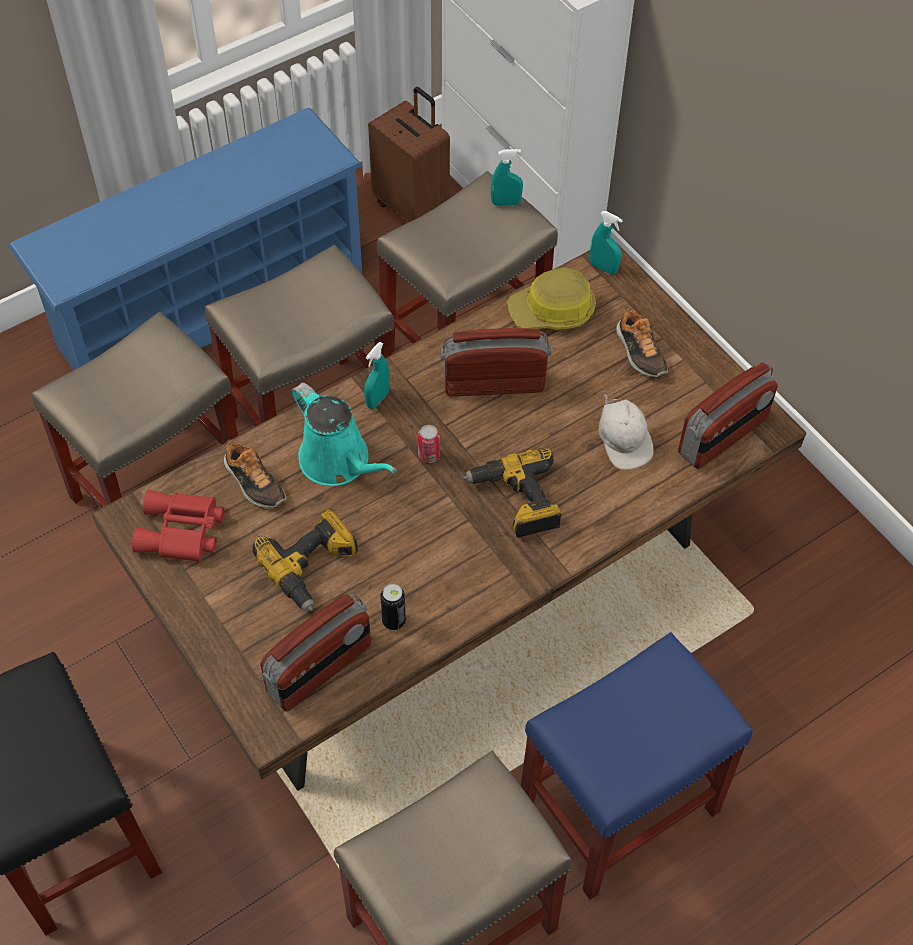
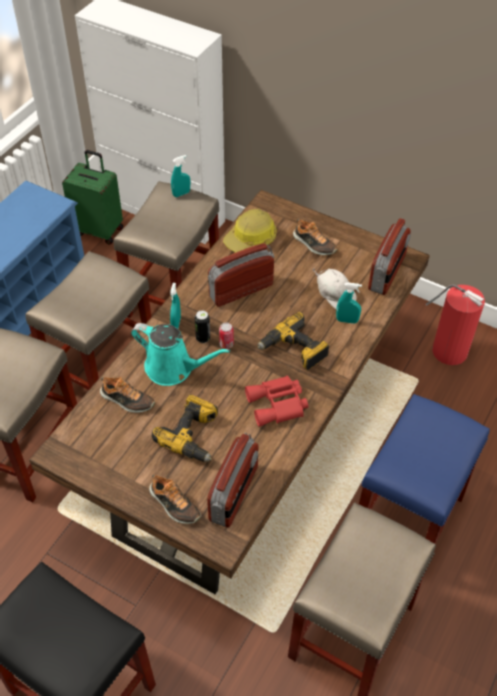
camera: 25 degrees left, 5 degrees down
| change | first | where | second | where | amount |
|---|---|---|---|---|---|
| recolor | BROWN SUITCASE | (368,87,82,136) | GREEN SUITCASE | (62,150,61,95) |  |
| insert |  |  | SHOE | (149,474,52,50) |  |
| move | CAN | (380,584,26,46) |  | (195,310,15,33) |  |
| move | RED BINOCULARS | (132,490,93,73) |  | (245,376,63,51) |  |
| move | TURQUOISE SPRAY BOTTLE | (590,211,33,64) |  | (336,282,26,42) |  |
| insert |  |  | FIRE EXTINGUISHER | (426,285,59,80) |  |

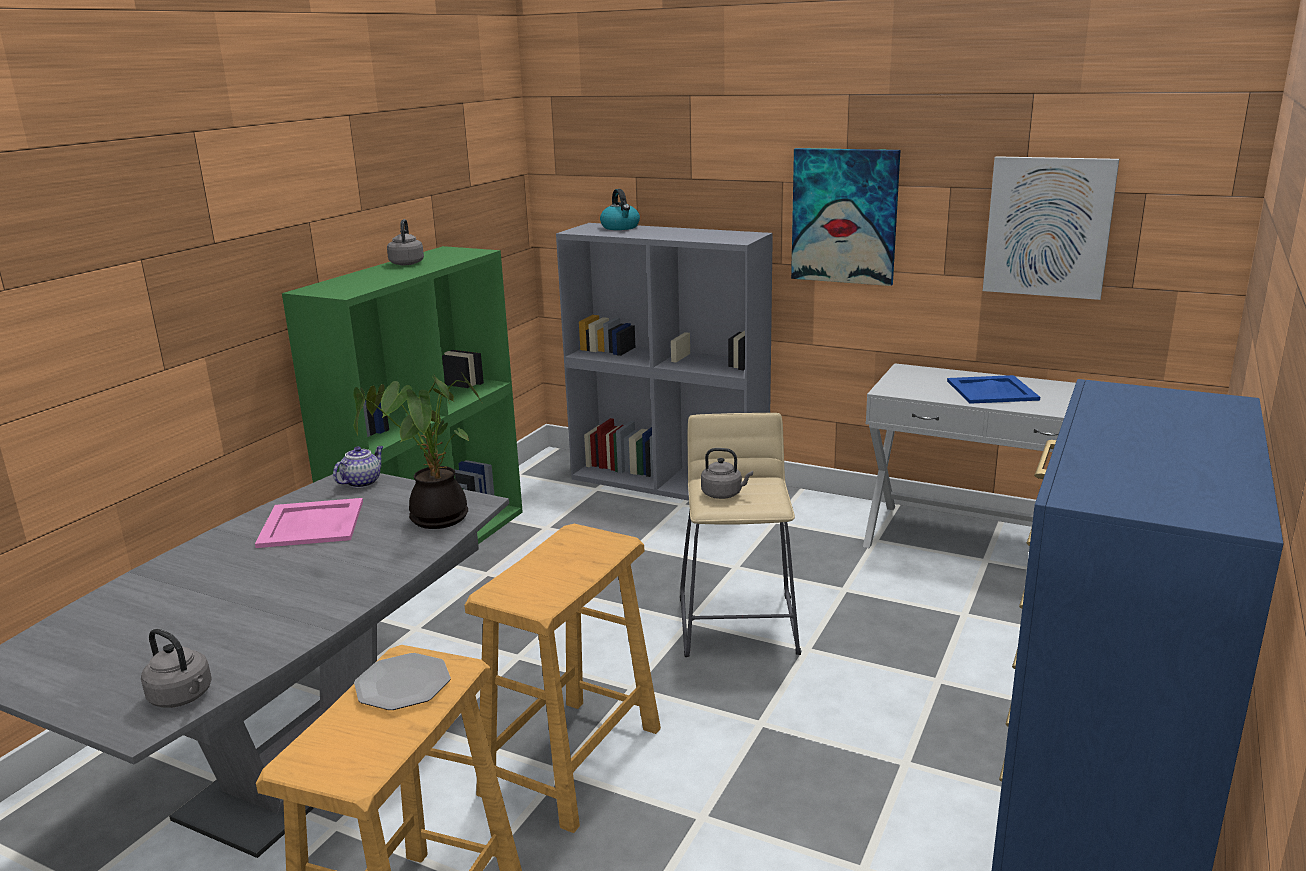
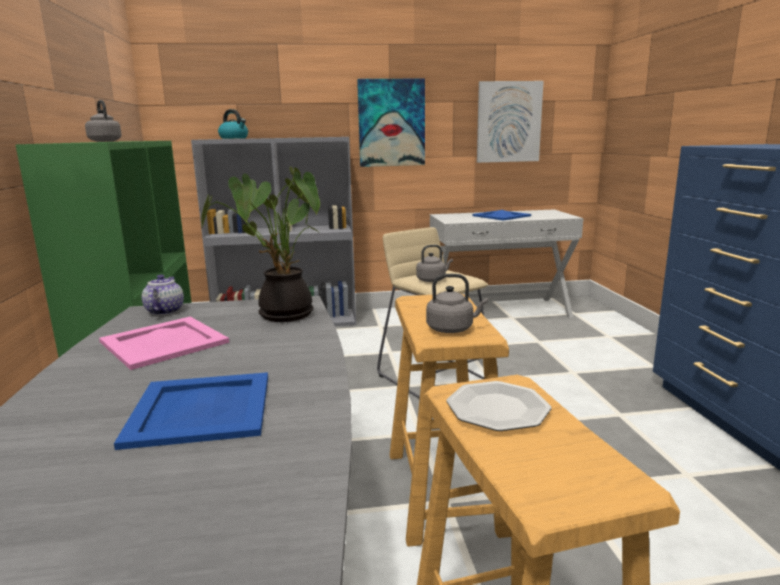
camera: 35 degrees left, 5 degrees down
| change | first | where | second | where | amount |
|---|---|---|---|---|---|
| insert |  |  | BLUE TRAY | (114,372,154,78) |  |
| move | GREY KETTLE | (141,629,71,79) |  | (426,274,62,59) |  |

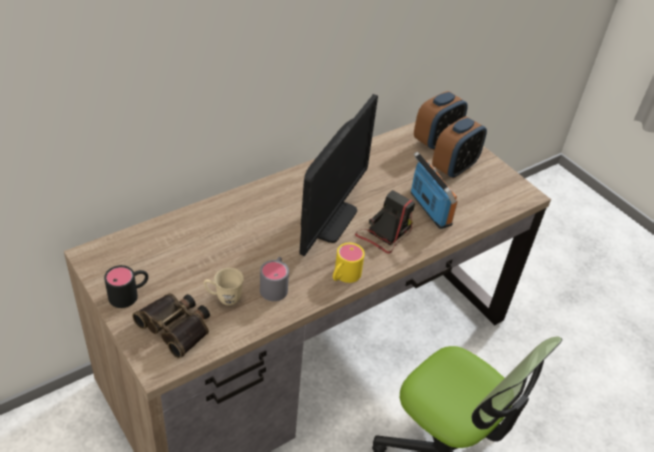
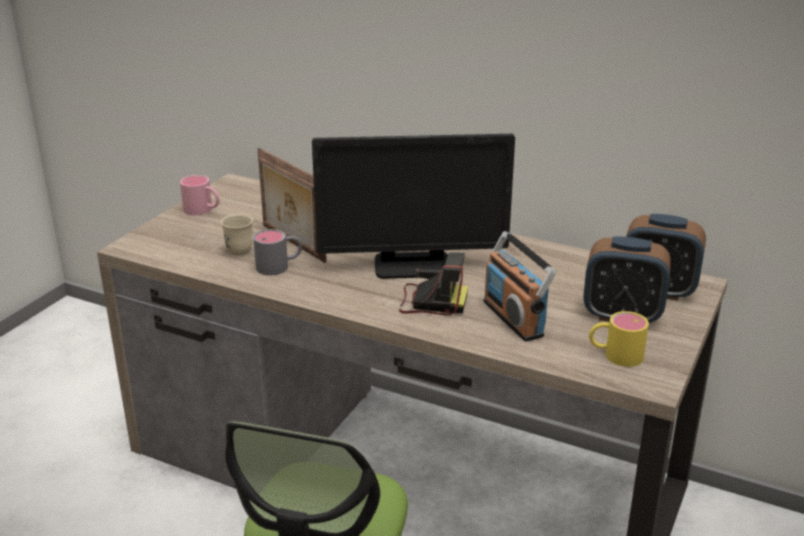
camera: 65 degrees right, 15 degrees down
| change | first | where | second | where | amount |
|---|---|---|---|---|---|
| recolor | BLACK MUG | (104,265,44,43) | PINK MUG | (180,175,39,40) |  |
| insert |  |  | PICTURE FRAME | (258,148,69,115) |  |
| rotate | RADIO | (411,151,47,78) |  | (484,231,72,111) | 120 degrees clockwise |
| move | YELLOW MUG | (333,243,32,40) |  | (589,311,60,56) |  |
| delete | BINOCULARS | (132,293,78,66) |  |  |  |

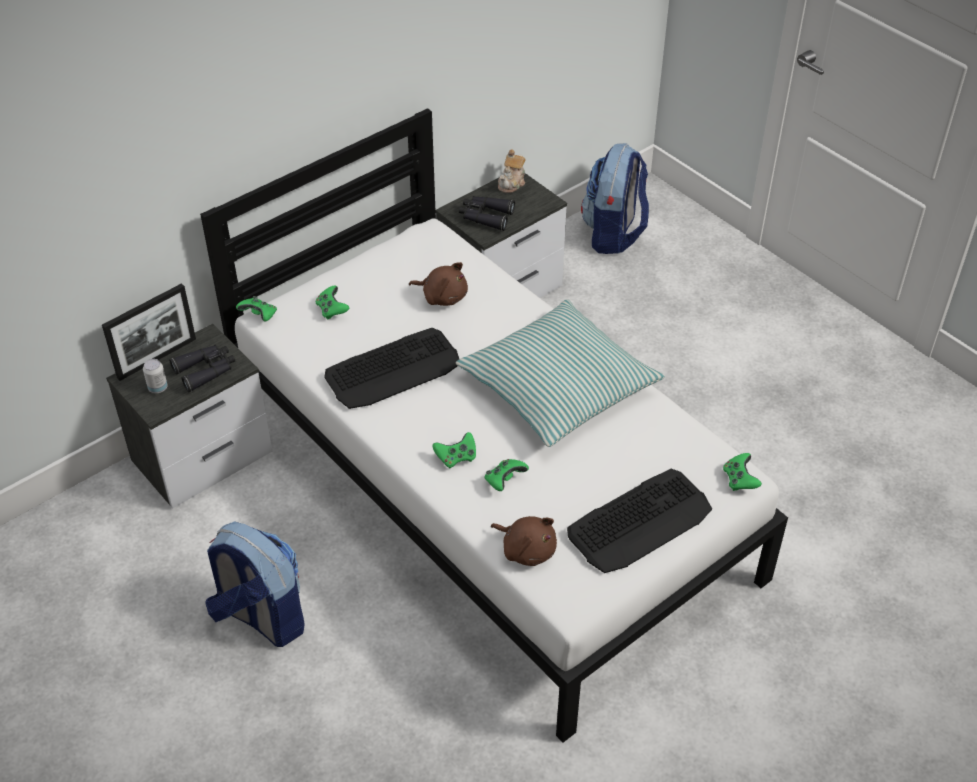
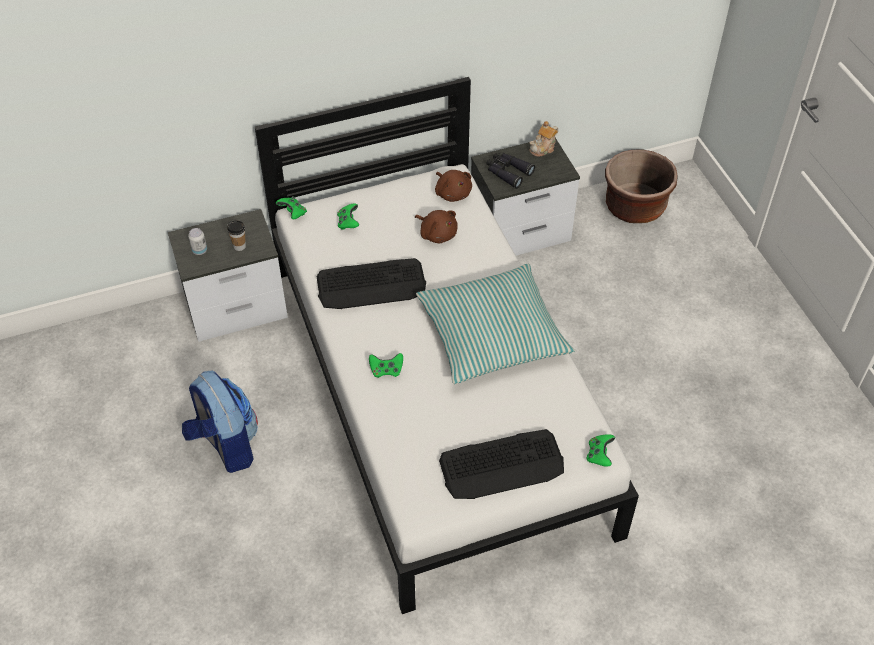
camera: 20 degrees right, 5 degrees up
| change | first | where | second | where | amount |
|---|---|---|---|---|---|
| replace | BLACK BINOCULARS | (169,344,66,49) | CUP | (227,220,19,31) |  |
| move | BROWN PLUSH TOY | (491,516,66,50) |  | (435,170,37,32) |  |
| replace | BACKPACK | (581,144,68,110) | BROWN PLANTER | (605,150,73,73) |  |
| delete | PICTURE FRAME | (102,283,94,98) |  |  |  |
| delete | GREEN GAME CONTROLLER | (484,459,45,32) |  |  |  |

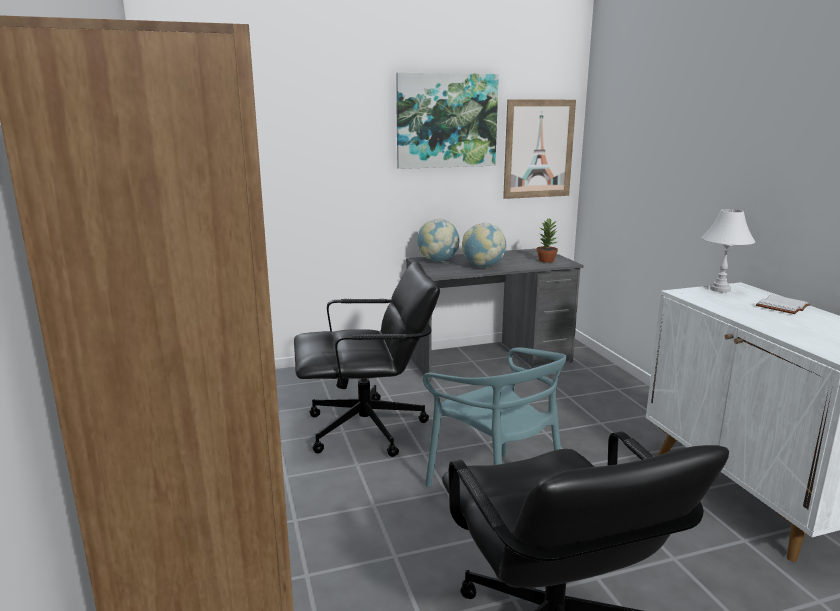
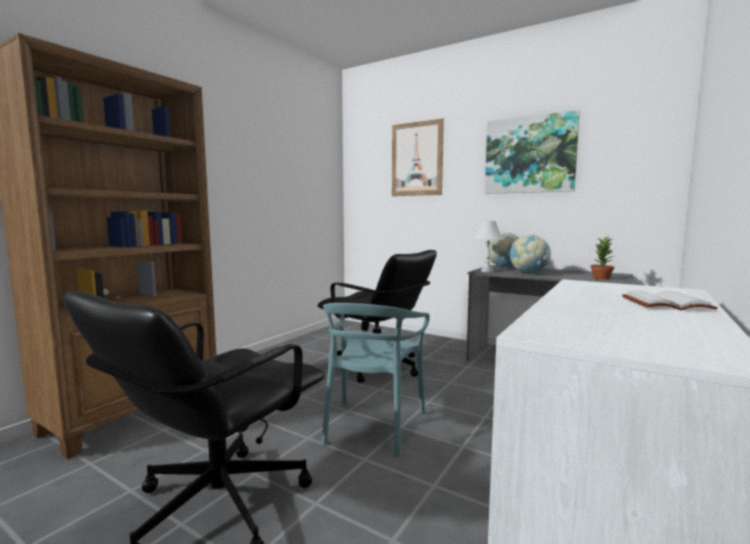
camera: 50 degrees right, 10 degrees down
| change | first | where | second | where | amount |
|---|---|---|---|---|---|
| move | PICTURE | (503,100,73,99) |  | (392,119,52,77) |  |
| move | WHITE TABLE LAMP | (701,209,54,84) |  | (473,220,31,52) |  |

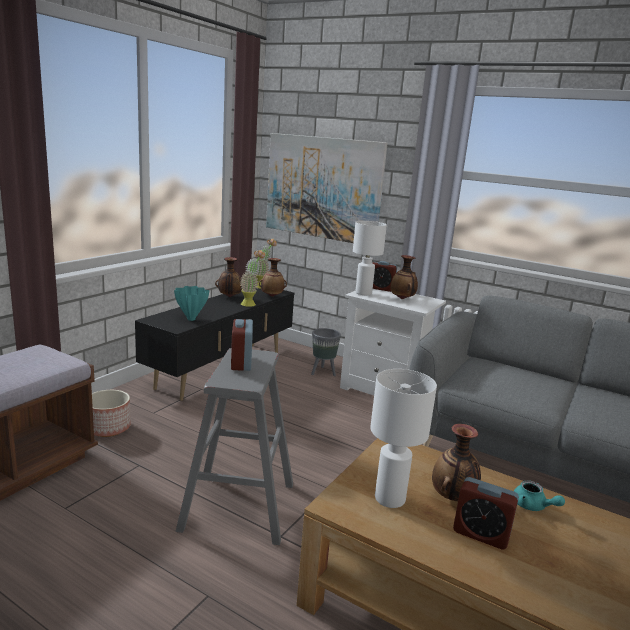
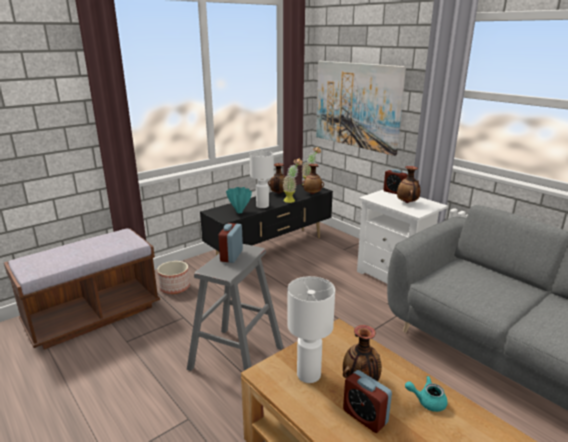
camera: 20 degrees right, 5 degrees up
| change | first | where | second | where | amount |
|---|---|---|---|---|---|
| move | WHITE TABLE LAMP | (353,221,34,74) |  | (249,151,25,57) |  |
| rotate | TURQUOISE TEAPOT | (514,480,51,31) |  | (405,376,43,36) | 120 degrees clockwise |
| delete | GREY PLANTER | (311,328,30,48) |  |  |  |

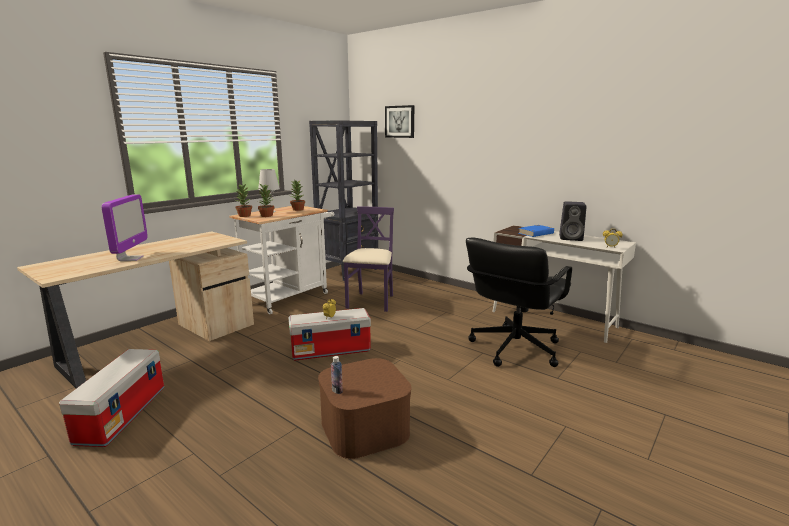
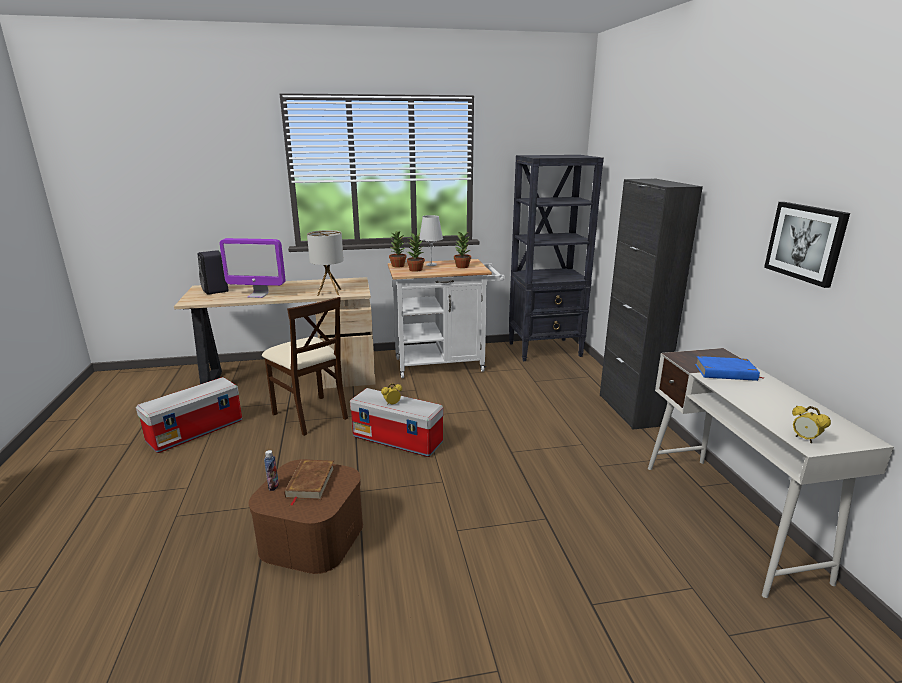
camera: 40 degrees right, 5 degrees up
| change | first | where | second | where | amount |
|---|---|---|---|---|---|
| move | BLACK SPEAKER | (559,201,27,40) |  | (198,250,31,45) |  |
| rotate | MONITOR | (102,194,46,67) |  | (219,238,67,60) | 60 degrees clockwise |
| insert |  |  | BEIGE CHAIR | (262,297,86,139) |  |
| insert |  |  | BROWN BOOK | (284,459,51,46) |  |
| insert |  |  | TABLE LAMP | (307,230,37,66) |  |
| insert |  |  | BLACK CABINET | (600,179,103,251) |  |
| move | PICTURE | (385,105,29,33) |  | (764,202,86,86) |  |
| delete | PURPLE CHAIR | (343,206,51,106) |  |  |  |
| delete | BLACK OFFICE CHAIR | (466,238,106,129) |  |  |  |

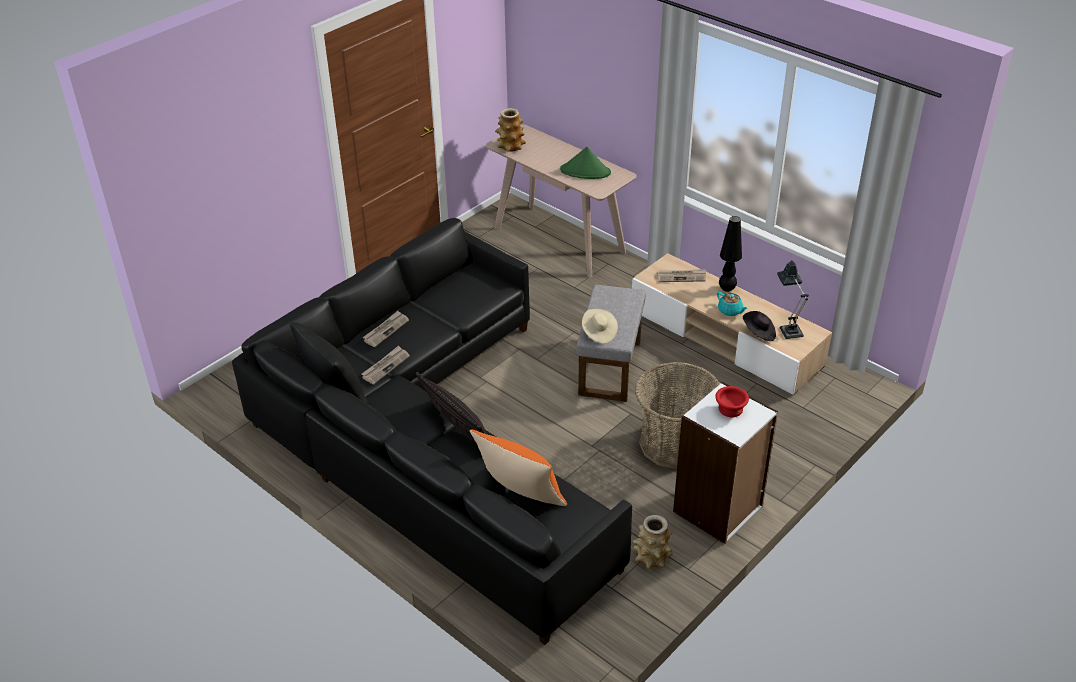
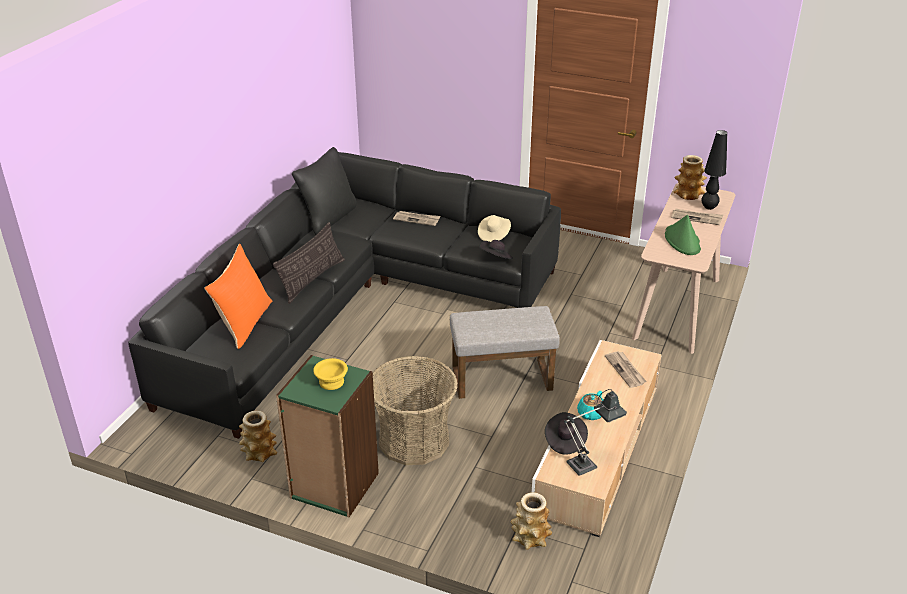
camera: 70 degrees right, 5 degrees down
| change | first | where | second | where | amount |
|---|---|---|---|---|---|
| recolor | WHITE BOOKCASE | (673,382,105,162) | GREEN BOOKCASE | (276,355,103,162) |  |
| recolor | RED BOWL | (715,386,34,31) | YELLOW BOWL | (313,358,35,32) |  |
| move | BEIGE HAT | (582,309,36,35) |  | (478,215,33,27) |  |
| insert |  |  | BLACK HAT | (479,240,34,19) |  |
| insert |  |  | VASE | (510,492,42,57) |  |
| move | NEWSPAPER | (361,345,49,39) |  | (671,209,52,16) |  |
| move | BLACK TABLE LAMP | (719,216,23,76) |  | (702,130,25,80) |  |

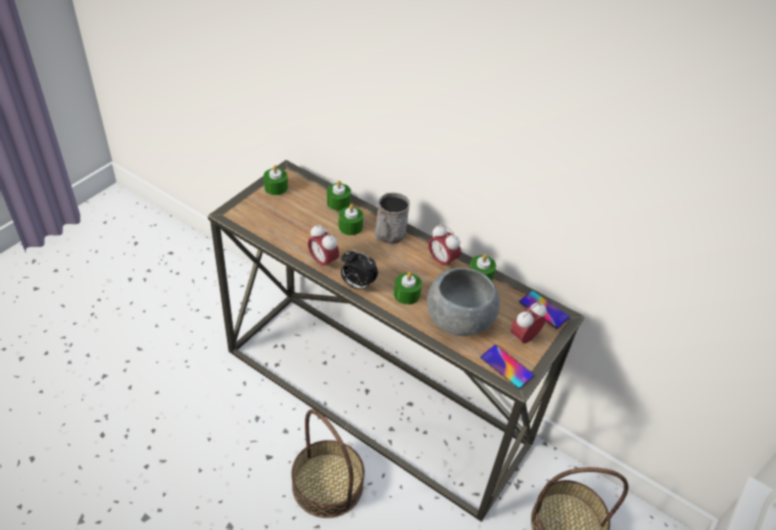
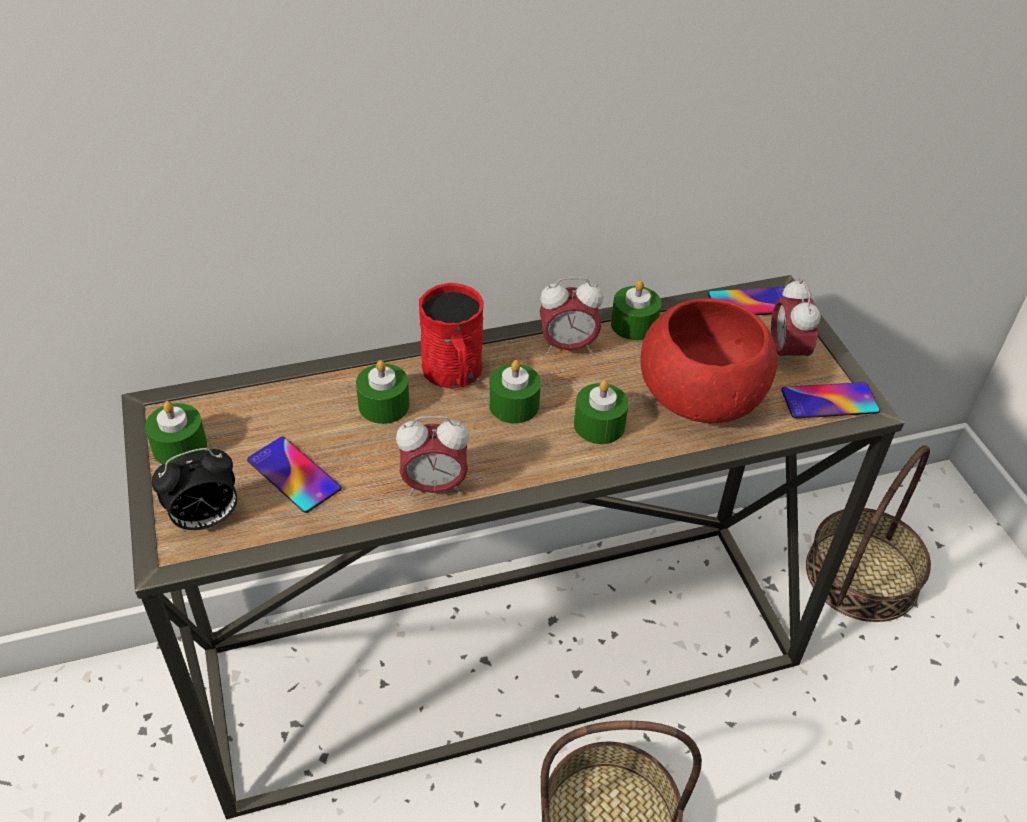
camera: 50 degrees left, 0 degrees up
| change | first | where | second | where | amount |
|---|---|---|---|---|---|
| move | ALARM CLOCK | (341,250,37,40) |  | (151,448,86,83) |  |
| insert |  |  | PHONE | (247,437,95,76) |  |
| recolor | GREY MUG | (375,193,35,52) | RED MUG | (419,283,64,105) |  |
| move | GREEN CANDLE | (327,180,24,31) |  | (489,360,52,64) |  |
| recolor | GREY BOWL | (427,267,73,69) | RED BOWL | (641,299,136,124) |  |

